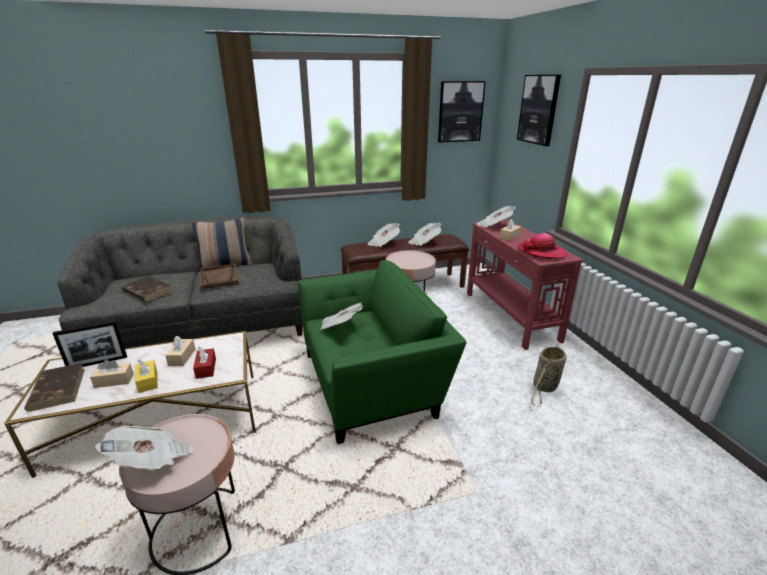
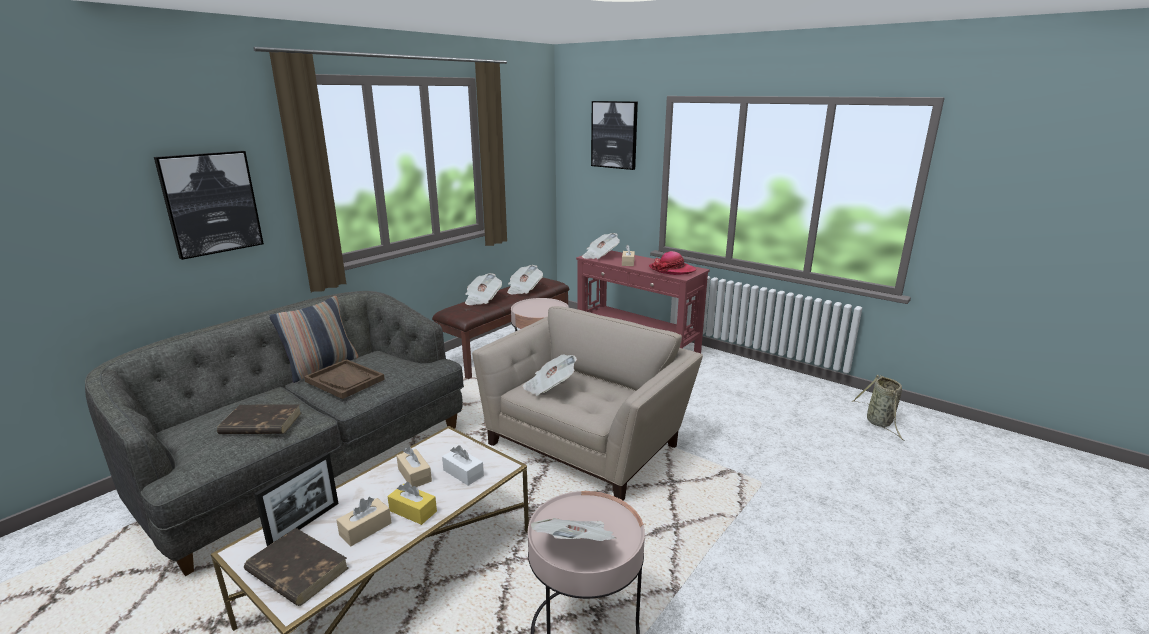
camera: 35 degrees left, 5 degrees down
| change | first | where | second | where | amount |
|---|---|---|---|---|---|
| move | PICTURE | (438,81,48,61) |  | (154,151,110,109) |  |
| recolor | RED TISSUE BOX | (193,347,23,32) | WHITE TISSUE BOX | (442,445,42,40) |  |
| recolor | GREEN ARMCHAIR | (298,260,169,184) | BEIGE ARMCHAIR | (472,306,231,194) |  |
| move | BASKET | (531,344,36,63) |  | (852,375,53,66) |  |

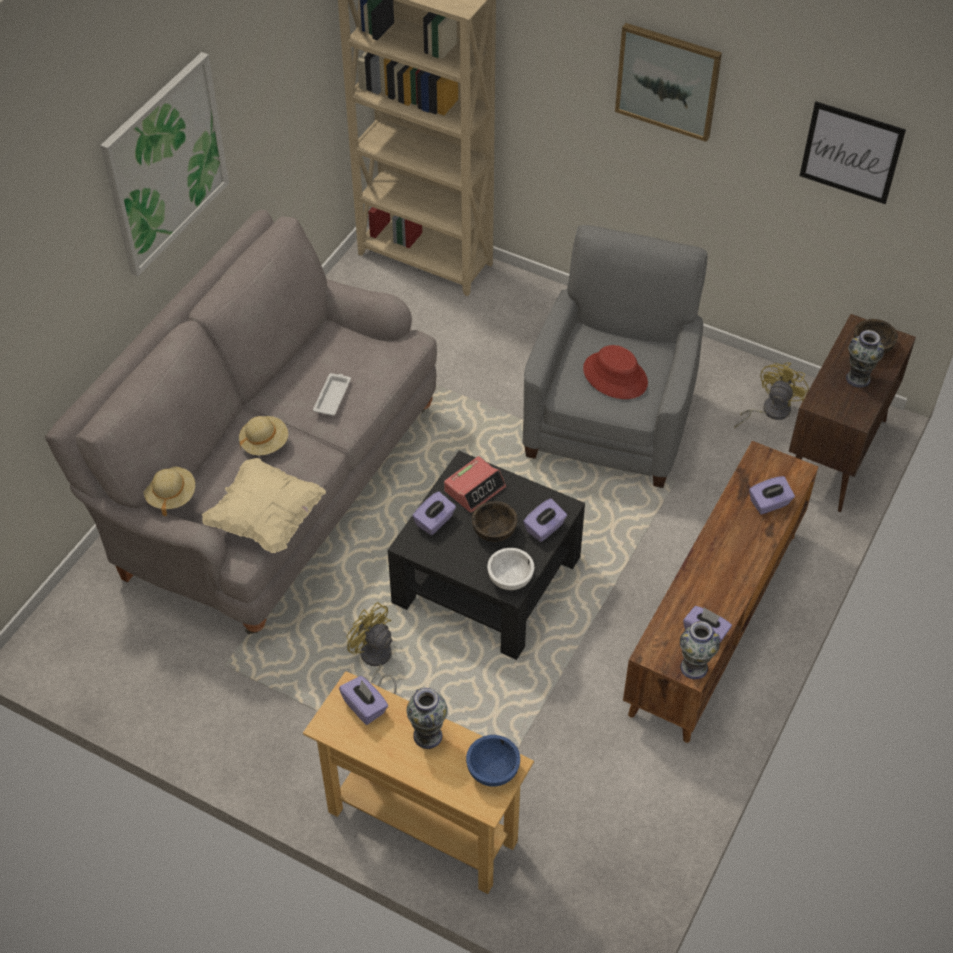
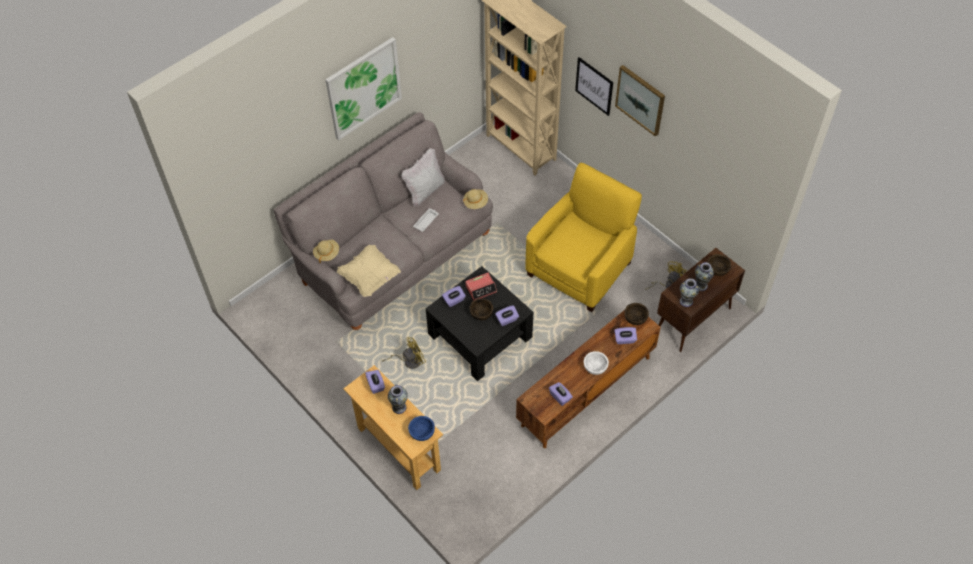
camera: 20 degrees right, 5 degrees up
| change | first | where | second | where | amount |
|---|---|---|---|---|---|
| rotate | YELLOW FAN | (347,602,50,93) |  | (382,337,44,32) | 90 degrees clockwise |
| insert |  |  | WHITE PILLOW | (401,148,44,58) |  |
| move | BEIGE HAT | (239,416,49,40) |  | (463,189,25,20) |  |
| recolor | GREY ARMCHAIR | (523,225,184,263) | YELLOW ARMCHAIR | (525,163,117,149) |  |
| move | PICTURE | (800,101,106,103) |  | (575,57,38,59) |  |
| move | WHITE BOWL | (487,548,47,42) |  | (584,351,25,24) |  |
| insert |  |  | BROWN BOWL | (624,303,25,22) |  |
| move | VASE | (680,621,40,58) |  | (680,278,19,29) |  |
| delete | RED HAT | (583,345,65,54) |  |  |  |

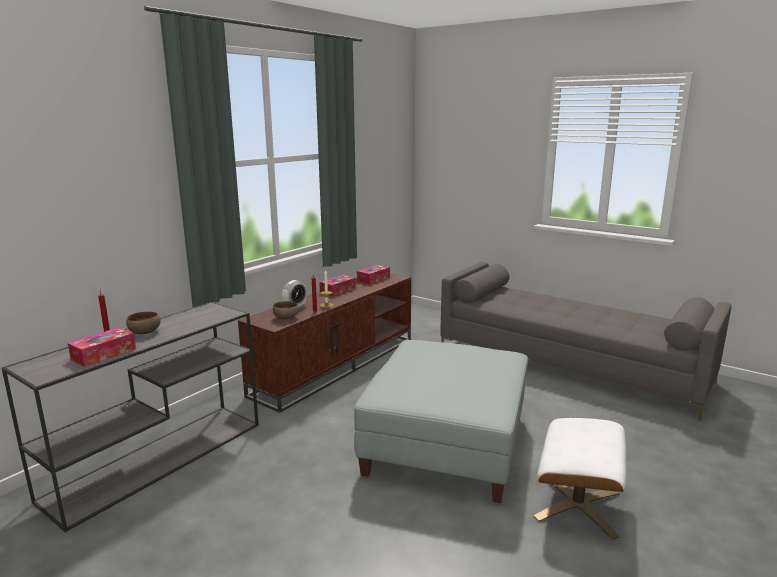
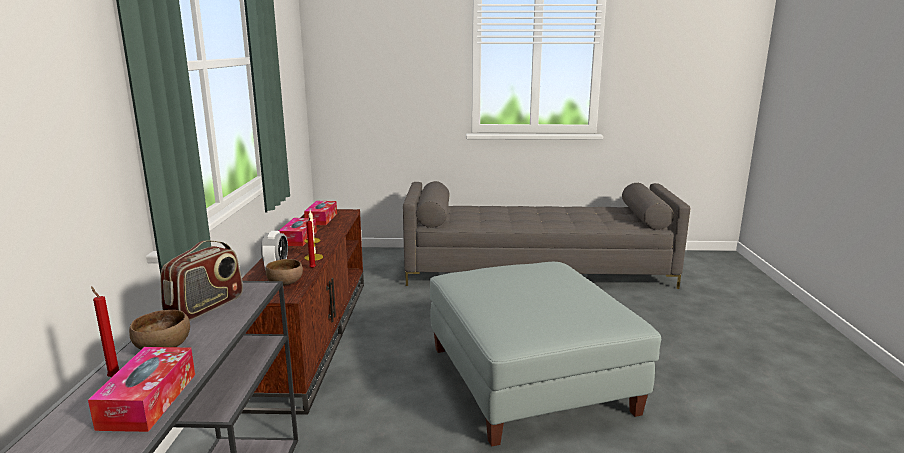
camera: 35 degrees left, 0 degrees up
| change | first | where | second | where | amount |
|---|---|---|---|---|---|
| insert |  |  | RADIO | (160,240,83,81) |  |
| delete | WHITE OTTOMAN | (534,418,92,122) |  |  |  |

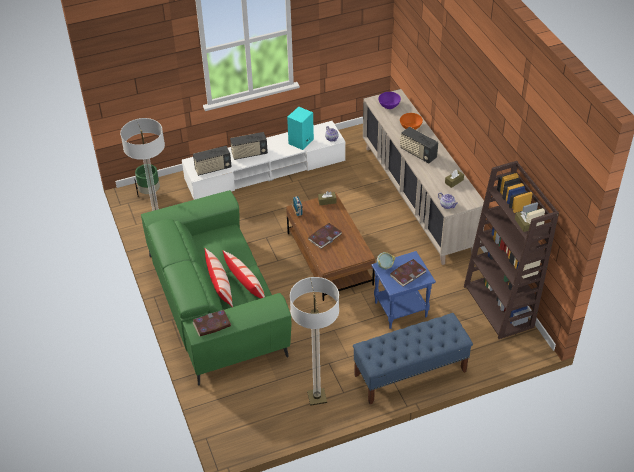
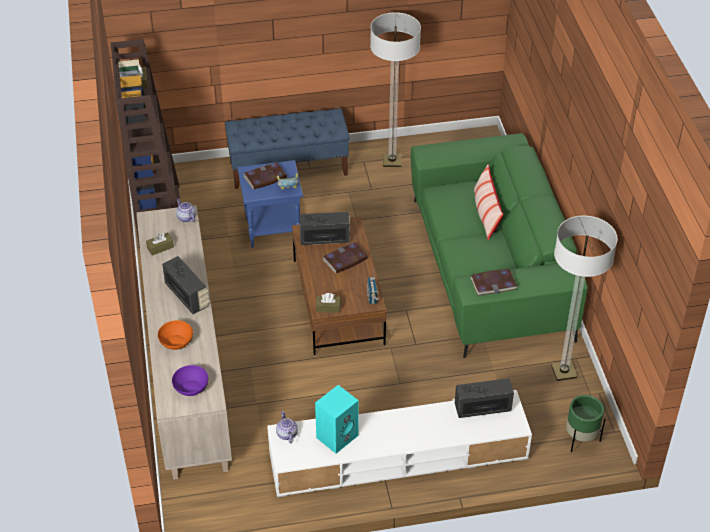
camera: 170 degrees left, 0 degrees up
| change | first | where | second | where | amount |
|---|---|---|---|---|---|
| move | RADIO | (230,132,38,28) |  | (299,212,51,33) |  |
| move | BOOK | (192,310,39,26) |  | (471,269,47,27) |  |
| delete | PILLOW | (222,250,43,48) |  |  |  |

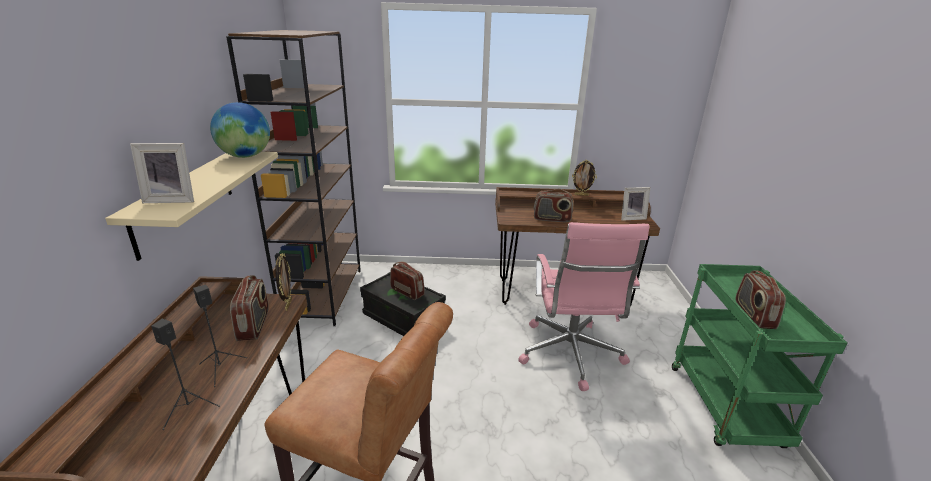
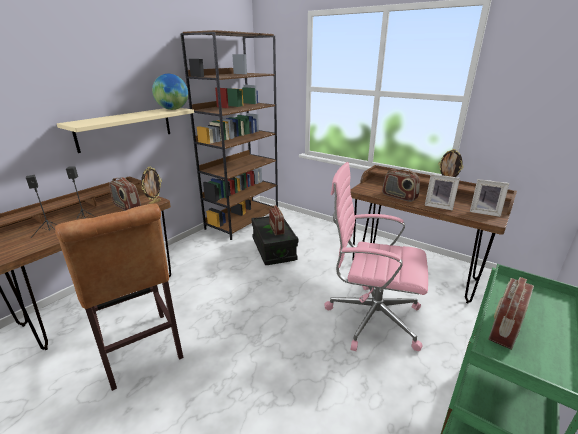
camera: 35 degrees right, 0 degrees up
| change | first | where | second | where | amount |
|---|---|---|---|---|---|
| rotate | RADIO | (230,275,39,66) |  | (109,178,32,33) | 105 degrees clockwise |
| rotate | PINK OFFICE CHAIR | (518,222,131,169) |  | (324,162,104,189) | 75 degrees clockwise |
| move | PICTURE FRAME | (130,143,64,60) |  | (425,174,35,37) |  |

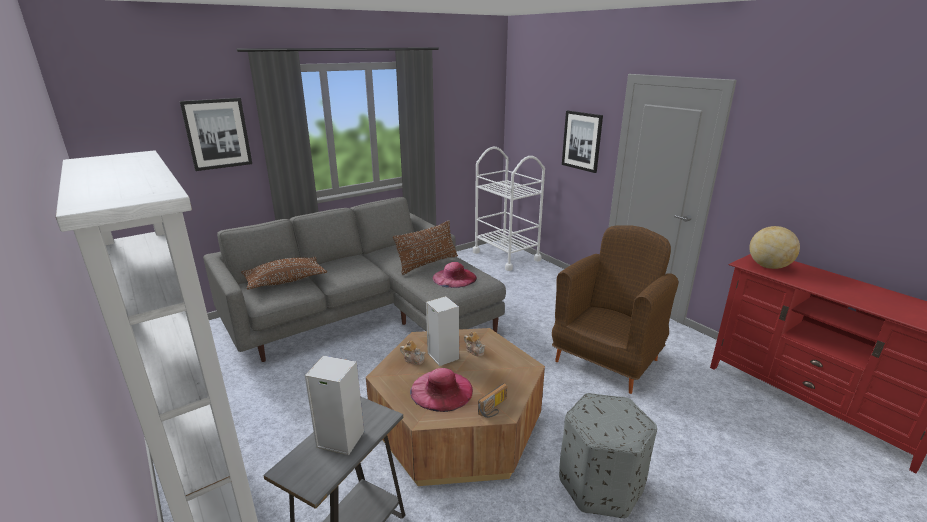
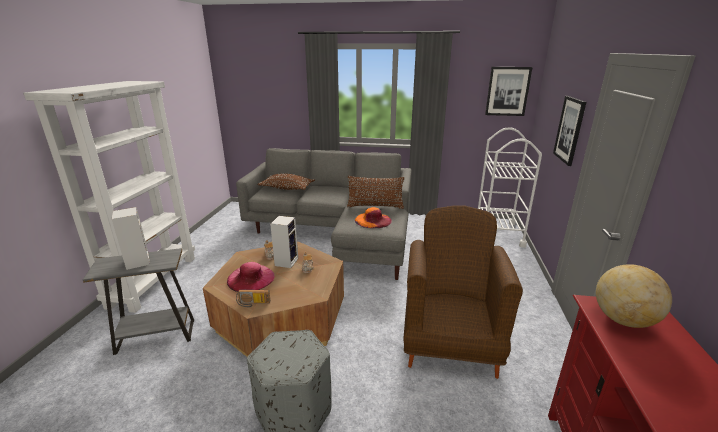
camera: 45 degrees right, 0 degrees up
| change | first | where | second | where | amount |
|---|---|---|---|---|---|
| recolor | PINK HAT | (432,262,45,26) | ORANGE HAT | (355,207,37,21) |  |
| rotate | BROWN ARMCHAIR | (552,226,127,168) |  | (403,205,120,174) | 75 degrees counterclockwise |
| move | PICTURE | (180,98,72,73) |  | (485,67,48,49) |  |

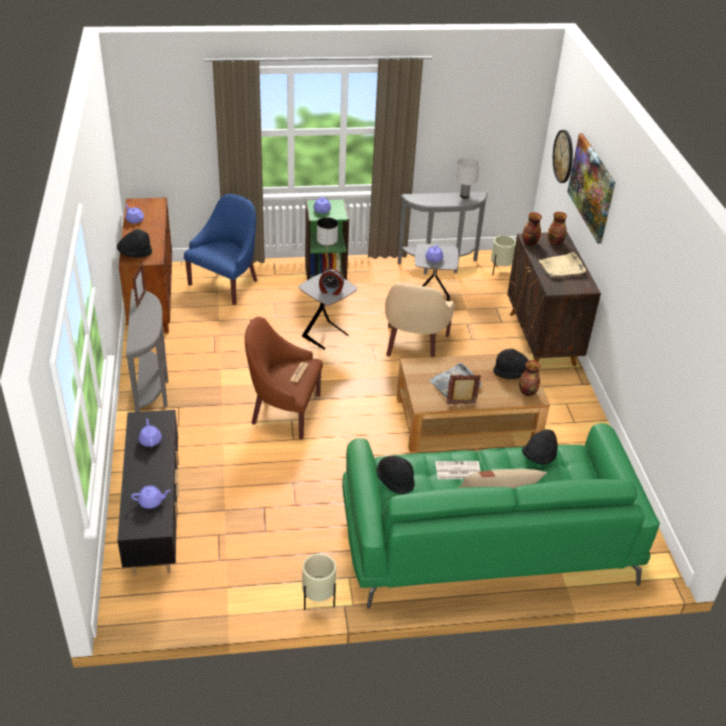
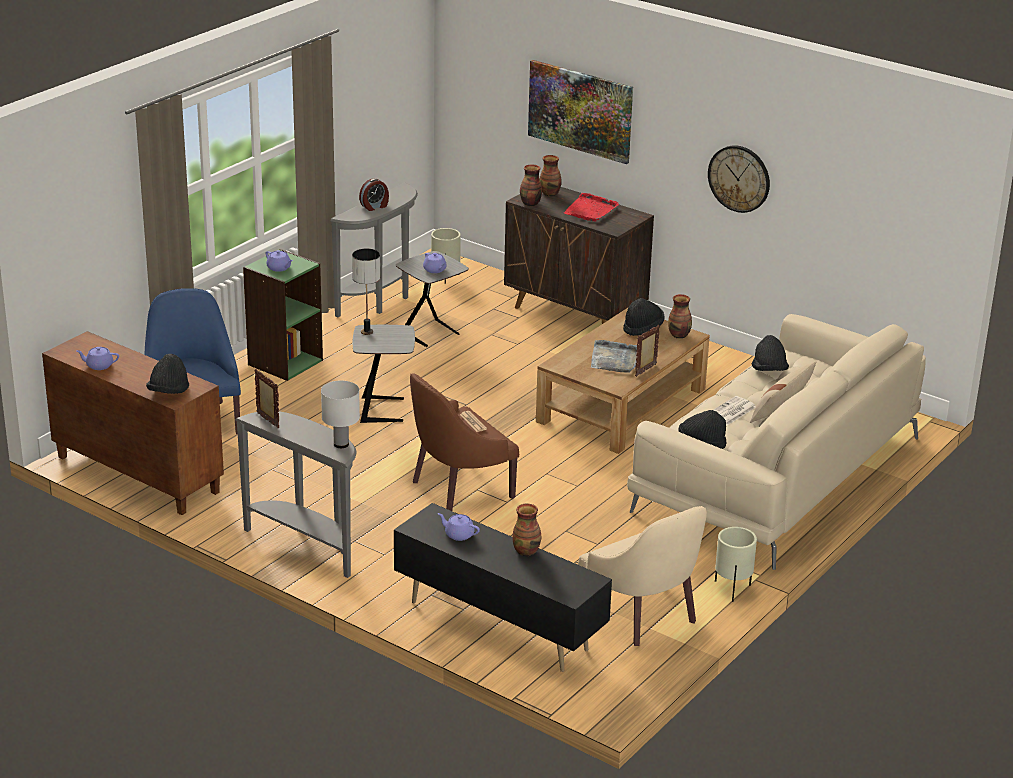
camera: 45 degrees left, 10 degrees down
| change | first | where | second | where | amount |
|---|---|---|---|---|---|
| move | WHITE TABLE LAMP | (455,157,25,41) |  | (321,381,39,67) |  |
| move | ALARM CLOCK | (319,269,25,26) |  | (359,179,30,32) |  |
| insert |  |  | VASE | (512,504,29,52) |  |
| recolor | BEIGE TRAY | (539,252,47,25) | RED TRAY | (564,193,55,29) |  |
| move | BEIGE ARMCHAIR | (385,283,70,74) |  | (578,506,129,140) |  |
| recolor | GREEN SOFA | (342,423,318,186) | BEIGE SOFA | (627,314,299,256) |  |
| move | WALL CLOCK | (553,130,20,53) |  | (708,145,62,68) |  |
| delete | PURPLE TEAPOT | (131,485,40,24) |  |  |  |

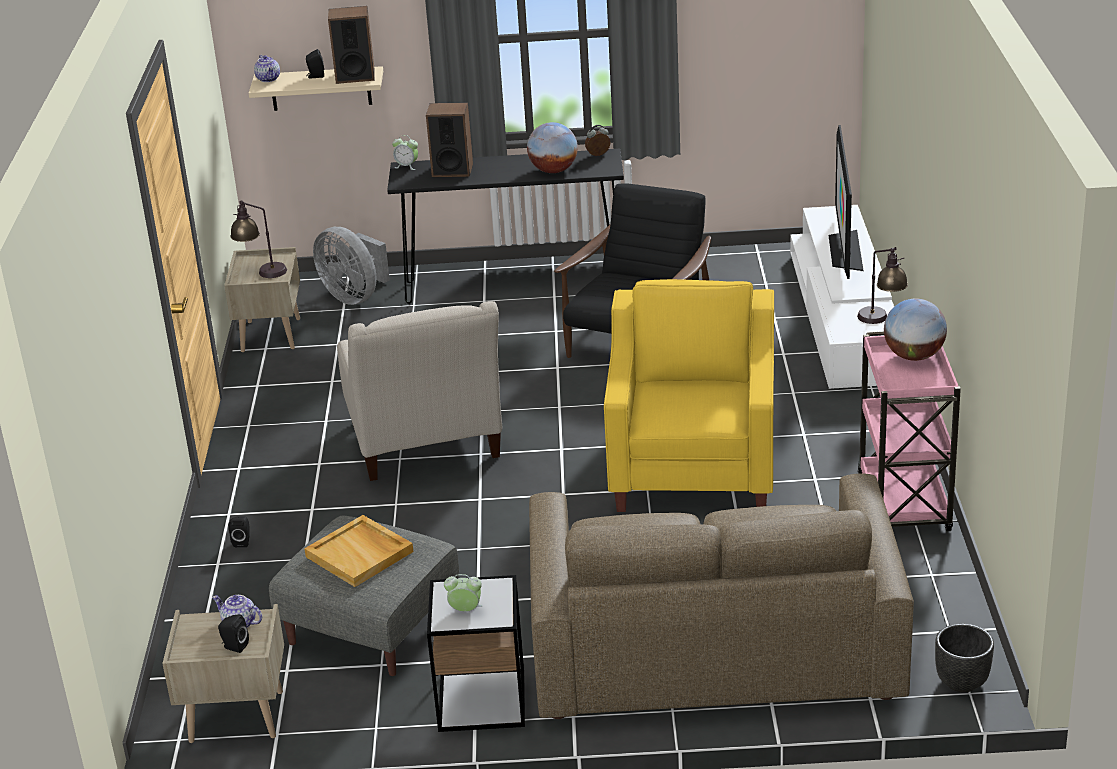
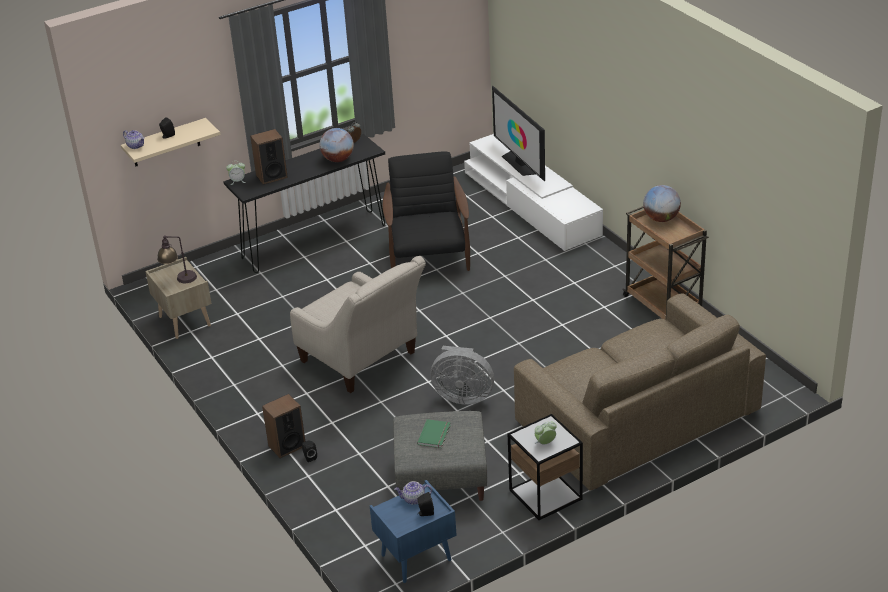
camera: 30 degrees left, 5 degrees up
| change | first | where | second | where | amount |
|---|---|---|---|---|---|
| move | SPEAKER | (328,6,47,78) |  | (262,394,43,64) |  |
| recolor | BEIGE NIGHTSTAND | (162,604,122,139) | BLUE NIGHTSTAND | (370,480,87,103) |  |
| replace | BEIGE TRAY | (304,515,109,72) | GREEN BOOK | (417,419,34,29) |  |
| move | GREY FAN | (313,227,77,78) |  | (430,346,64,59) |  |
| recolor | PINK CART | (858,331,103,200) | BROWN CART | (622,206,87,114) |  |
| delete | YELLOW ARMCHAIR | (604,279,170,233) |  |  |  |
| delete | TABLE LAMP | (857,247,51,77) |  |  |  |
| delete | BLACK PLANTER | (935,624,59,68) |  |  |  |

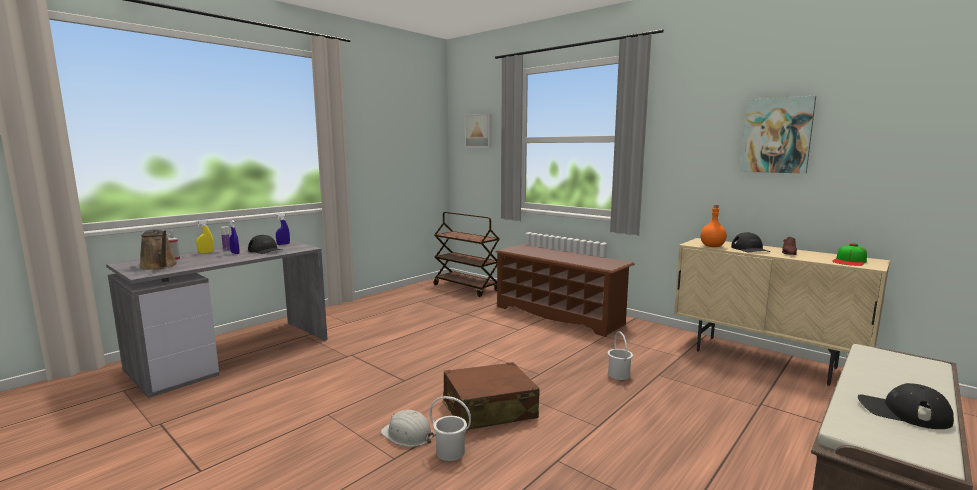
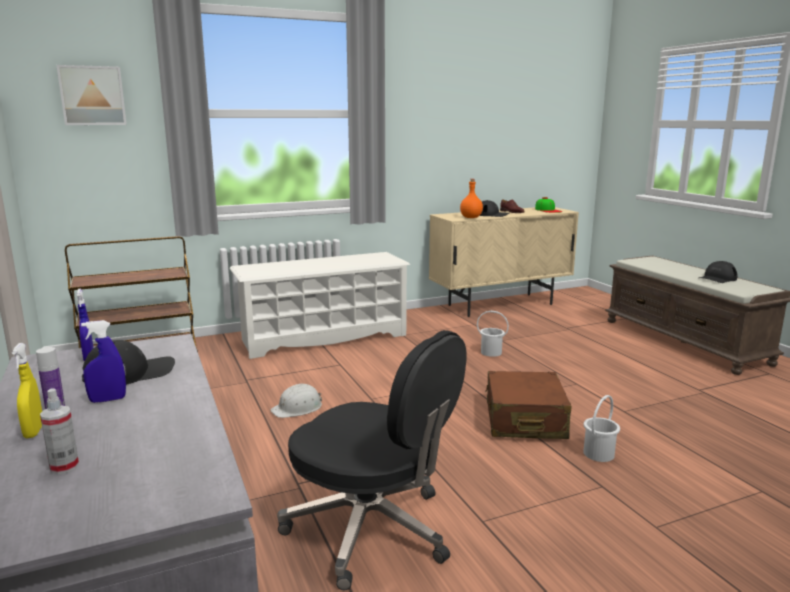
camera: 65 degrees left, 5 degrees up
| change | first | where | second | where | amount |
|---|---|---|---|---|---|
| recolor | BROWN SHOE RACK | (495,244,140,93) | WHITE SHOE RACK | (229,252,181,107) |  |
| move | WHITE HARD HAT | (381,410,53,37) |  | (270,383,52,35) |  |
| insert |  |  | BLACK OFFICE CHAIR | (277,330,190,260) |  |
| delete | BROWN WATERING CAN | (139,229,38,41) |  |  |  |
| delete | PICTURE | (740,96,76,78) |  |  |  |

